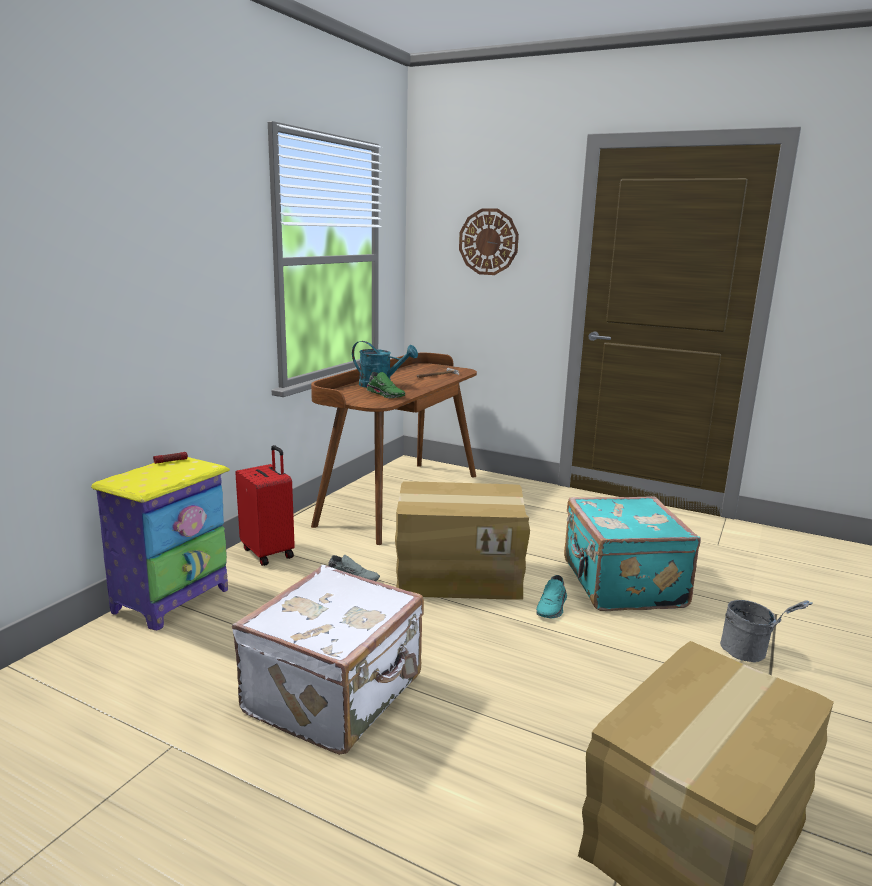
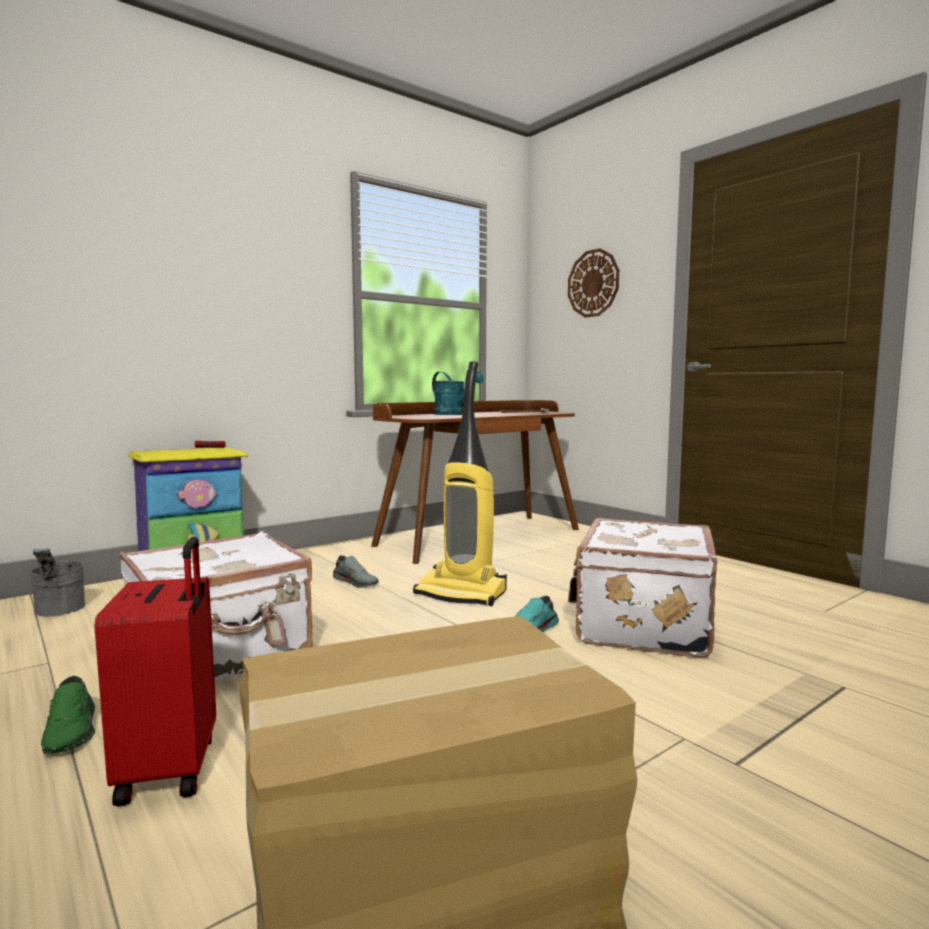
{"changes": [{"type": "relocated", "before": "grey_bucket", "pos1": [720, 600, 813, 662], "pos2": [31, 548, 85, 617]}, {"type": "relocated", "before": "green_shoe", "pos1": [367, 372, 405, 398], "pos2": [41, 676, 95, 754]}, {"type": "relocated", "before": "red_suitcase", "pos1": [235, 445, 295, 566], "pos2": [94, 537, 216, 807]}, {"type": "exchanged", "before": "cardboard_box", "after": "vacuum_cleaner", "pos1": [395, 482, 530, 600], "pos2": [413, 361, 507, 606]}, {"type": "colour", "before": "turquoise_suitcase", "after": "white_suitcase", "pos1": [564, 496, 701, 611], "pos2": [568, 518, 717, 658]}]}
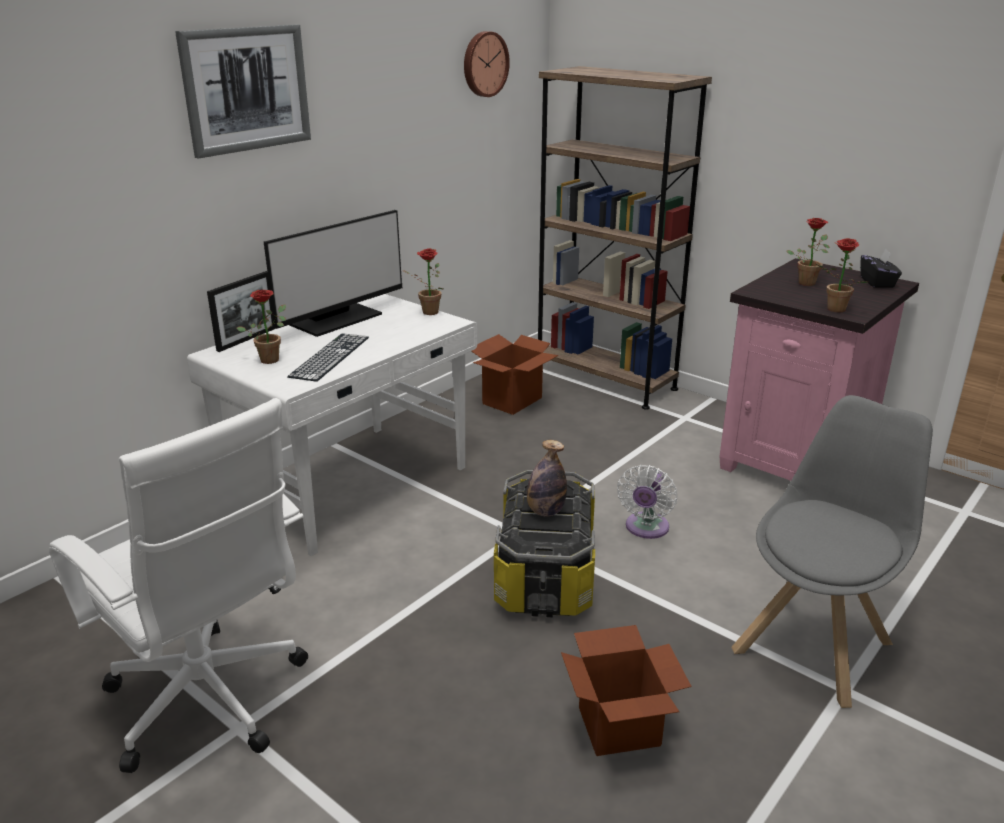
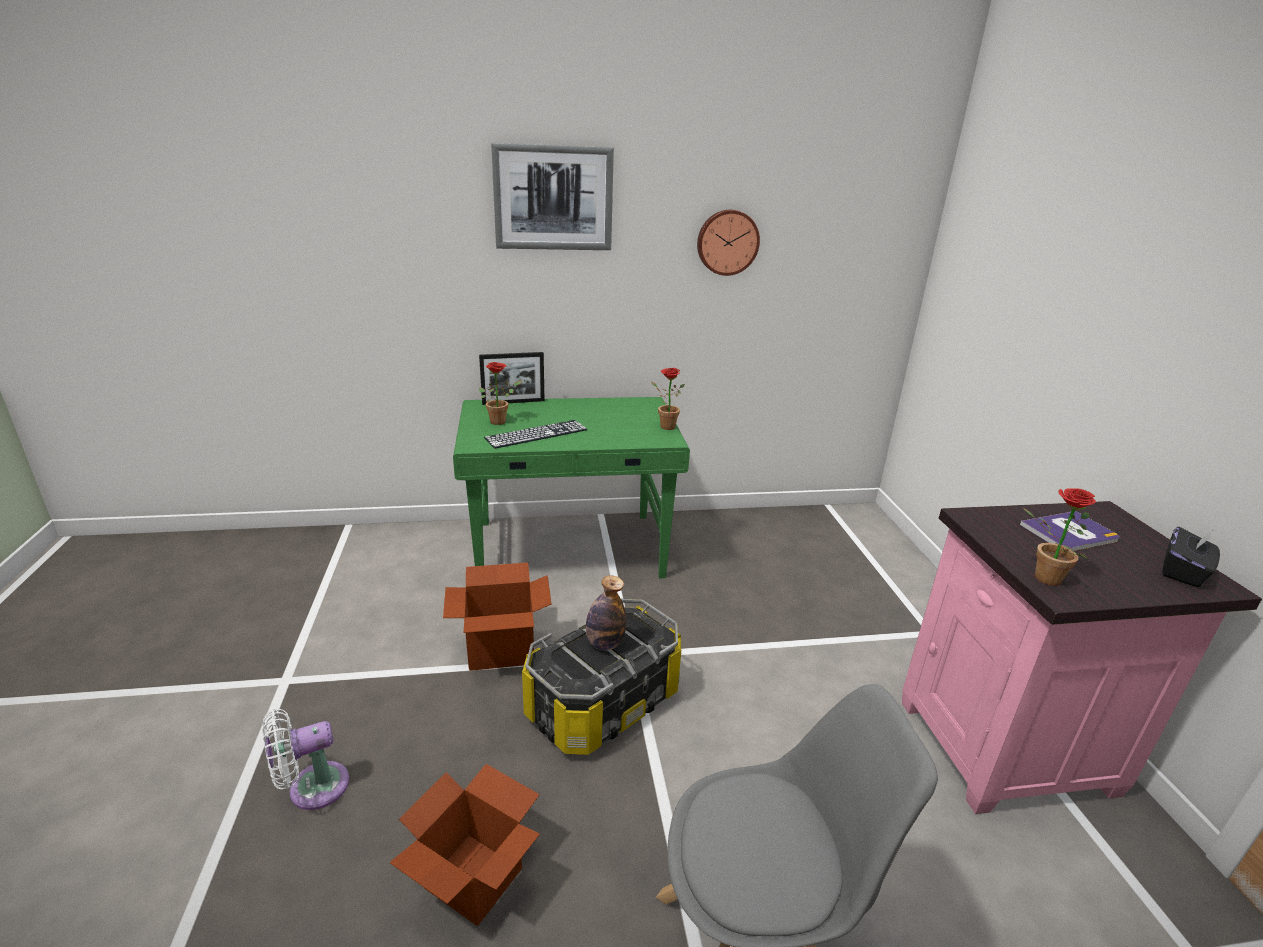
{"changes": [{"type": "relocated", "before": "white_fan", "pos1": [617, 465, 677, 539], "pos2": [263, 709, 349, 810]}, {"type": "relocated", "before": "cardboard_box", "pos1": [471, 334, 559, 415], "pos2": [443, 562, 552, 671]}, {"type": "colour", "before": "white_desk", "after": "green_desk", "pos1": [187, 294, 477, 556], "pos2": [453, 397, 690, 578]}, {"type": "relocated", "before": "wall_clock", "pos1": [464, 31, 510, 97], "pos2": [697, 210, 760, 276]}, {"type": "exchanged", "before": "potted_plant", "after": "book", "pos1": [787, 218, 830, 286], "pos2": [1020, 511, 1120, 551]}, {"type": "missing", "before": "white_office_chair", "pos1": [49, 398, 308, 773]}, {"type": "missing", "before": "monitor", "pos1": [264, 210, 402, 337]}, {"type": "missing", "before": "brown_bookcase", "pos1": [538, 66, 712, 410]}]}
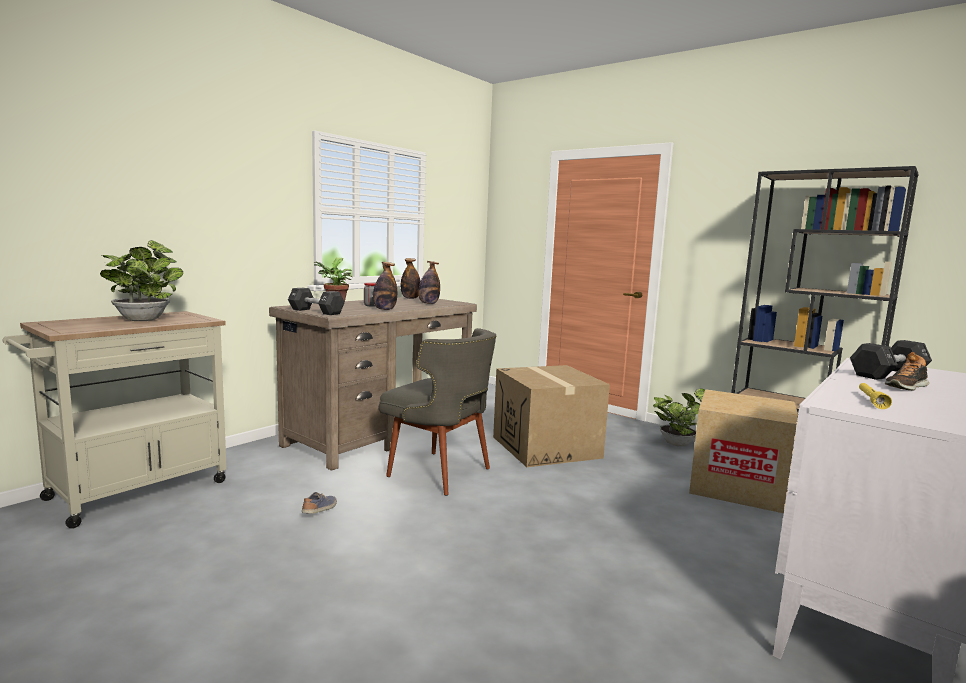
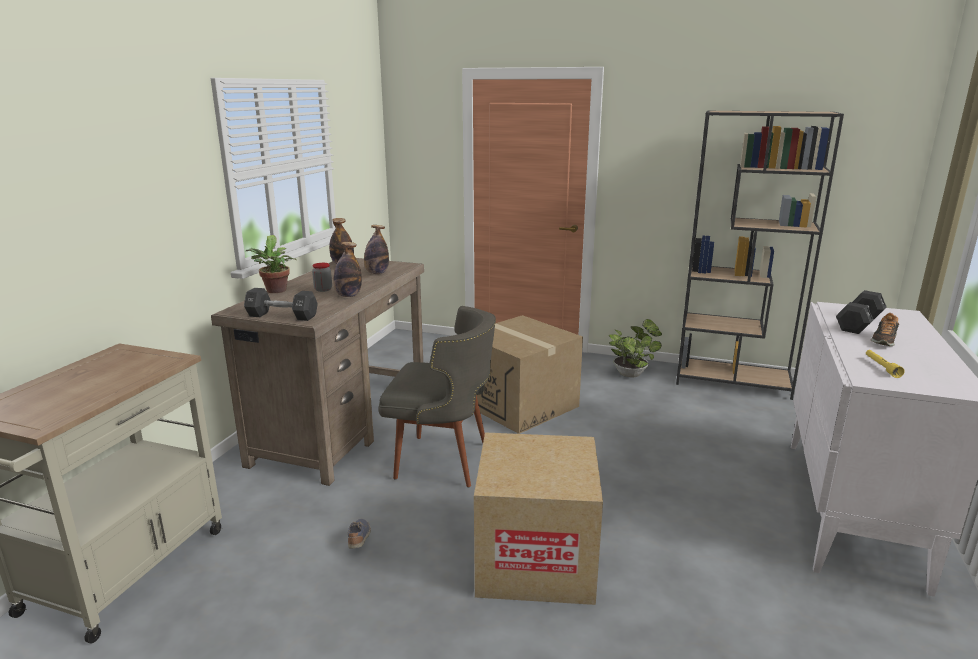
{"changes": [{"type": "relocated", "before": "cardboard_box", "pos1": [689, 389, 798, 513], "pos2": [474, 432, 603, 605]}, {"type": "missing", "before": "potted_plant", "pos1": [100, 240, 183, 321]}]}
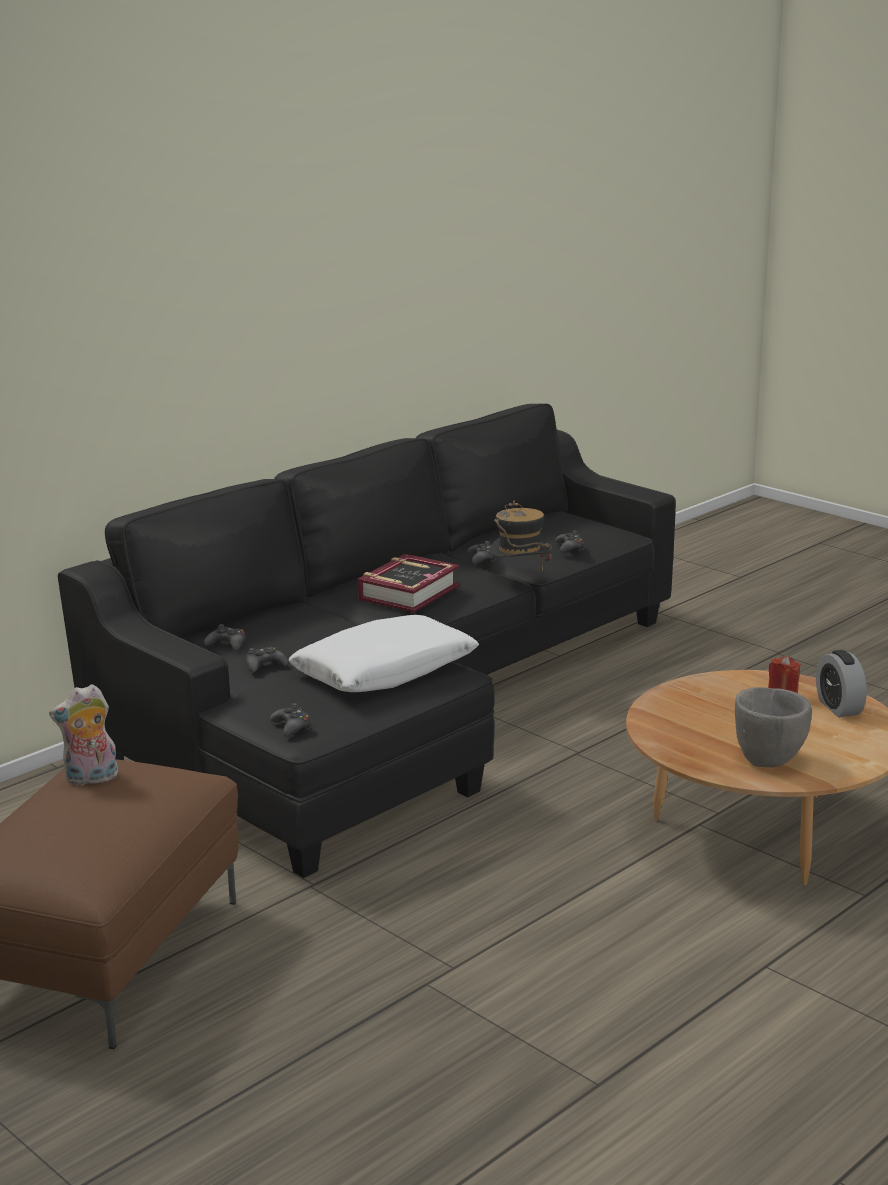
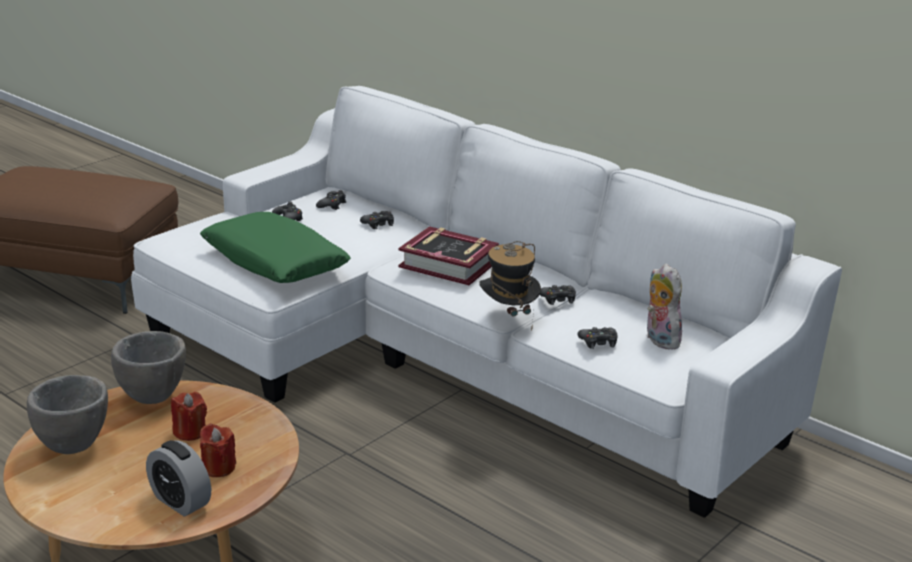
{"changes": [{"type": "appeared", "after": "grey_bowl", "pos2": [111, 331, 186, 404]}, {"type": "colour", "before": "black_sofa", "after": "white_sofa", "pos1": [58, 404, 676, 878], "pos2": [131, 86, 842, 518]}, {"type": "spun", "before": "alarm_clock", "pos1": [816, 650, 867, 717], "pos2": [146, 440, 211, 517], "turn": -120}, {"type": "appeared", "after": "red_candle", "pos2": [171, 392, 207, 441]}, {"type": "colour", "before": "white_pillow", "after": "green_pillow", "pos1": [288, 615, 479, 692], "pos2": [200, 212, 351, 283]}, {"type": "relocated", "before": "black_game_controller", "pos1": [270, 703, 312, 736], "pos2": [360, 211, 394, 229]}, {"type": "relocated", "before": "plush_toy", "pos1": [49, 684, 118, 786], "pos2": [646, 263, 685, 350]}]}
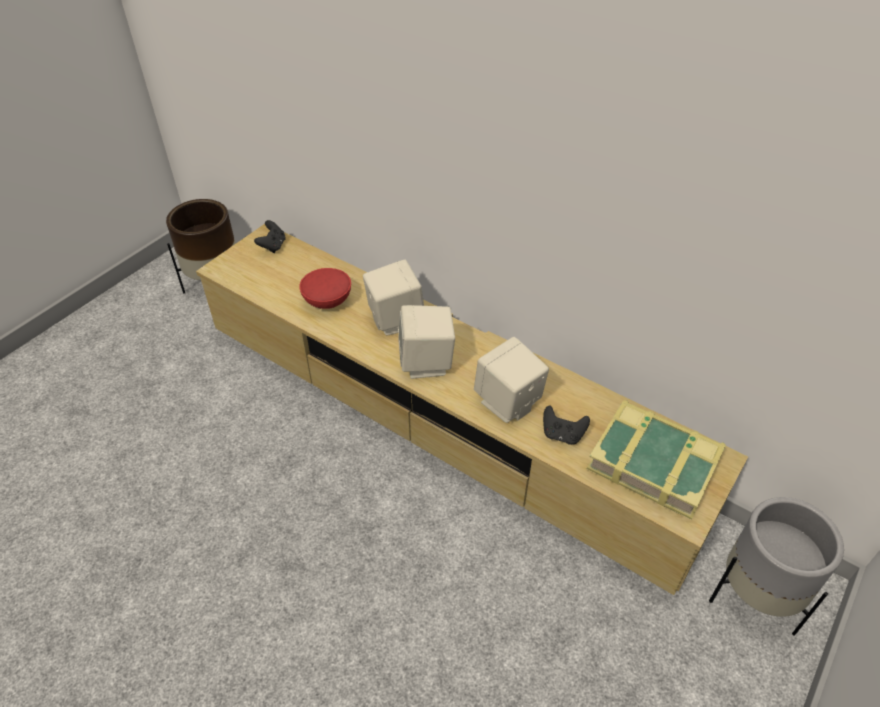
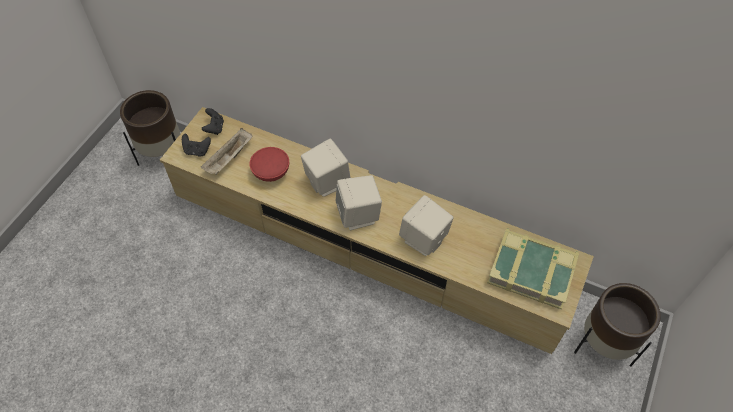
{"changes": [{"type": "relocated", "before": "black_game_controller", "pos1": [543, 405, 590, 445], "pos2": [182, 134, 211, 157]}, {"type": "appeared", "after": "beige_tray", "pos2": [201, 128, 252, 175]}, {"type": "colour", "before": "grey_planter", "after": "brown_planter", "pos1": [709, 497, 844, 636], "pos2": [574, 283, 661, 367]}]}
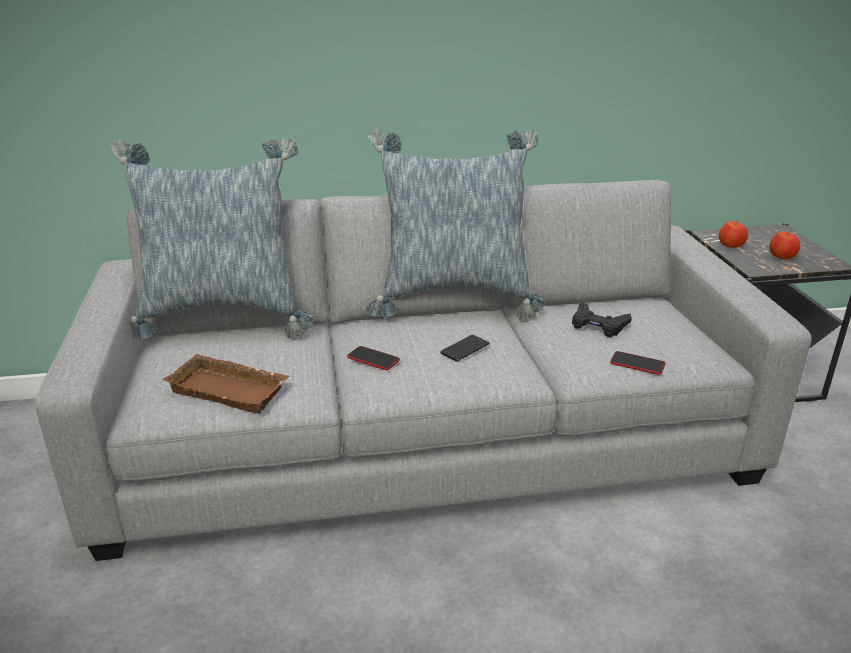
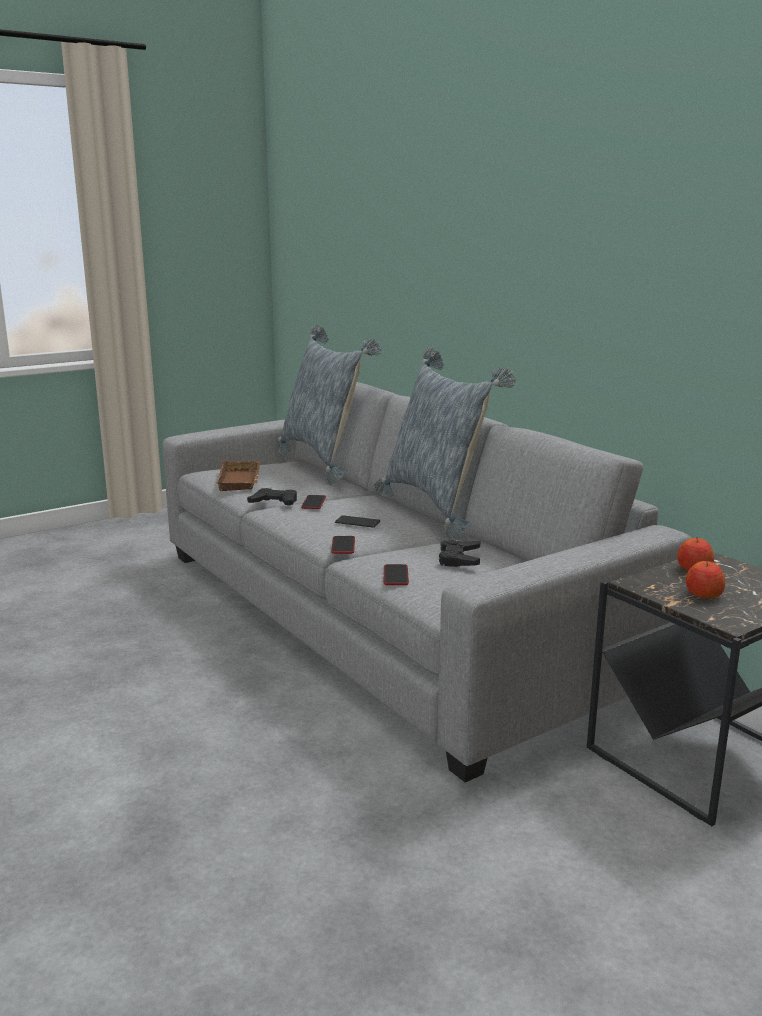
{"changes": [{"type": "appeared", "after": "black_game_controller", "pos2": [247, 488, 297, 505]}, {"type": "appeared", "after": "phone", "pos2": [331, 536, 355, 554]}]}
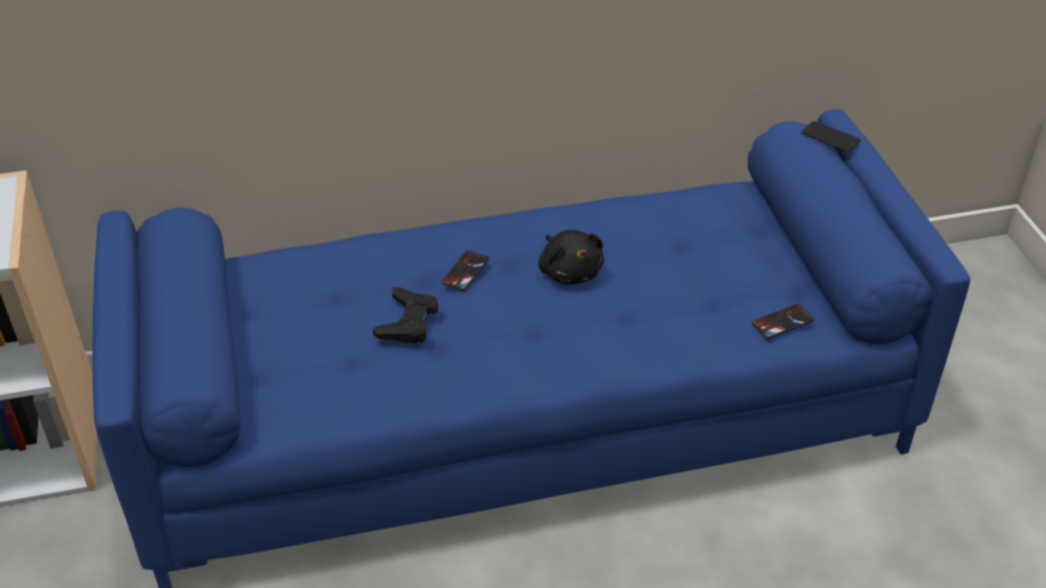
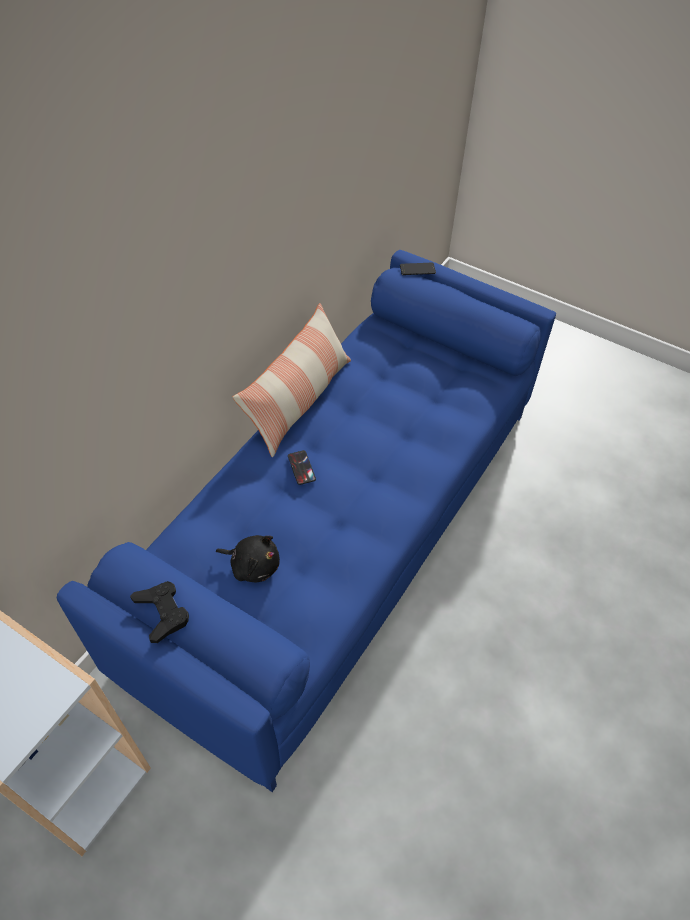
{"changes": [{"type": "relocated", "before": "black_game_controller", "pos1": [373, 287, 438, 344], "pos2": [130, 581, 189, 643]}, {"type": "relocated", "before": "black_plush_toy", "pos1": [538, 230, 604, 285], "pos2": [216, 535, 280, 582]}, {"type": "appeared", "after": "pillow", "pos2": [232, 303, 351, 457]}, {"type": "missing", "before": "phone", "pos1": [752, 304, 814, 339]}]}
